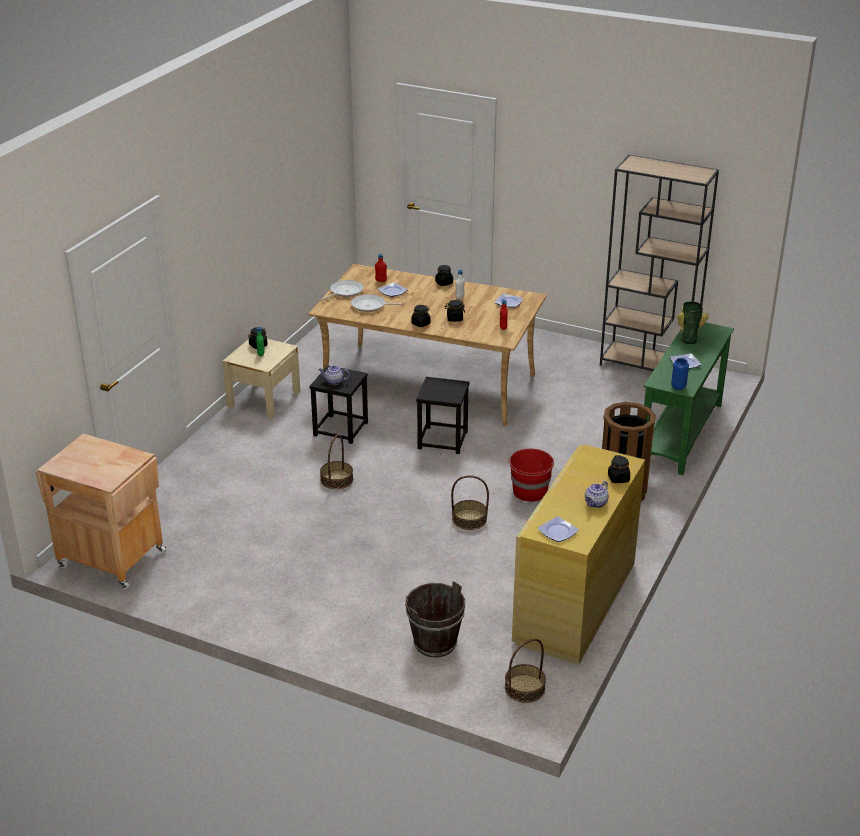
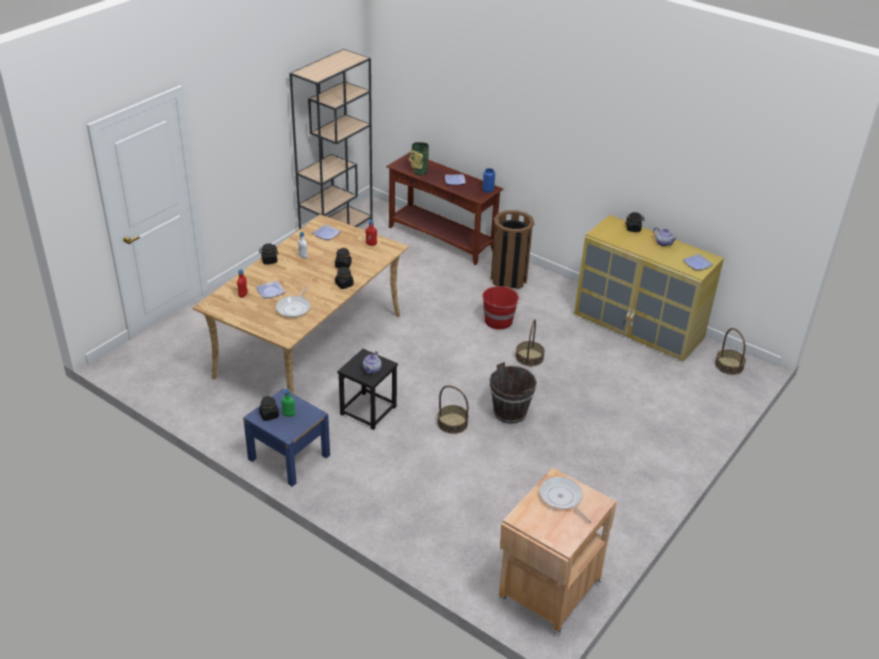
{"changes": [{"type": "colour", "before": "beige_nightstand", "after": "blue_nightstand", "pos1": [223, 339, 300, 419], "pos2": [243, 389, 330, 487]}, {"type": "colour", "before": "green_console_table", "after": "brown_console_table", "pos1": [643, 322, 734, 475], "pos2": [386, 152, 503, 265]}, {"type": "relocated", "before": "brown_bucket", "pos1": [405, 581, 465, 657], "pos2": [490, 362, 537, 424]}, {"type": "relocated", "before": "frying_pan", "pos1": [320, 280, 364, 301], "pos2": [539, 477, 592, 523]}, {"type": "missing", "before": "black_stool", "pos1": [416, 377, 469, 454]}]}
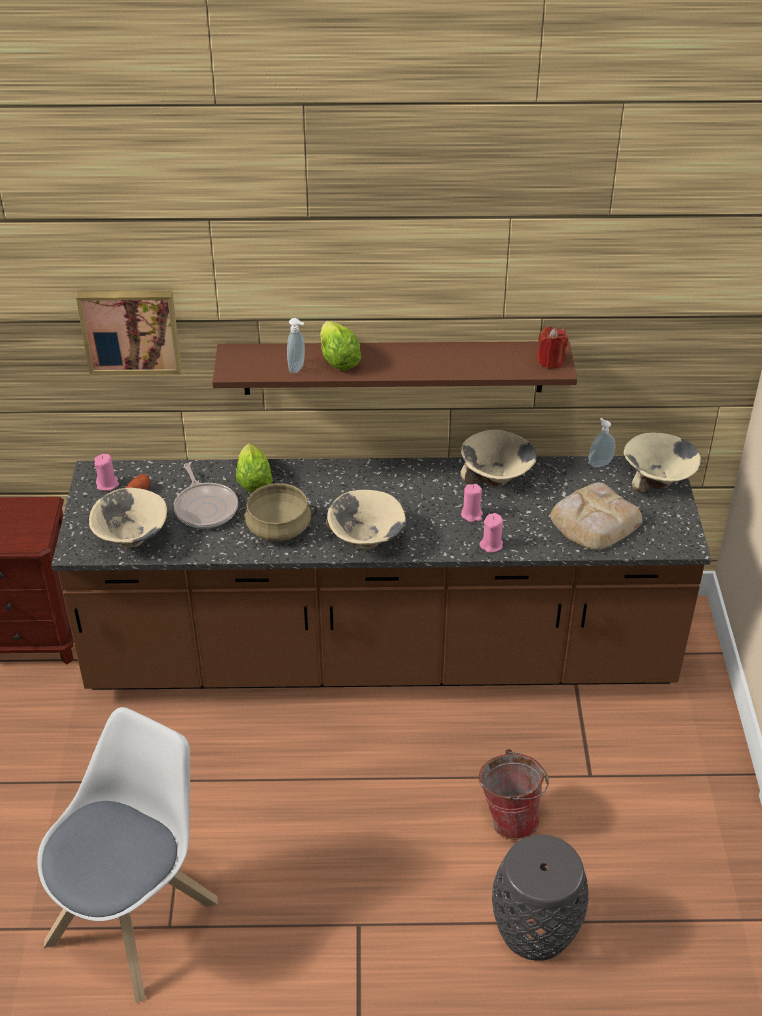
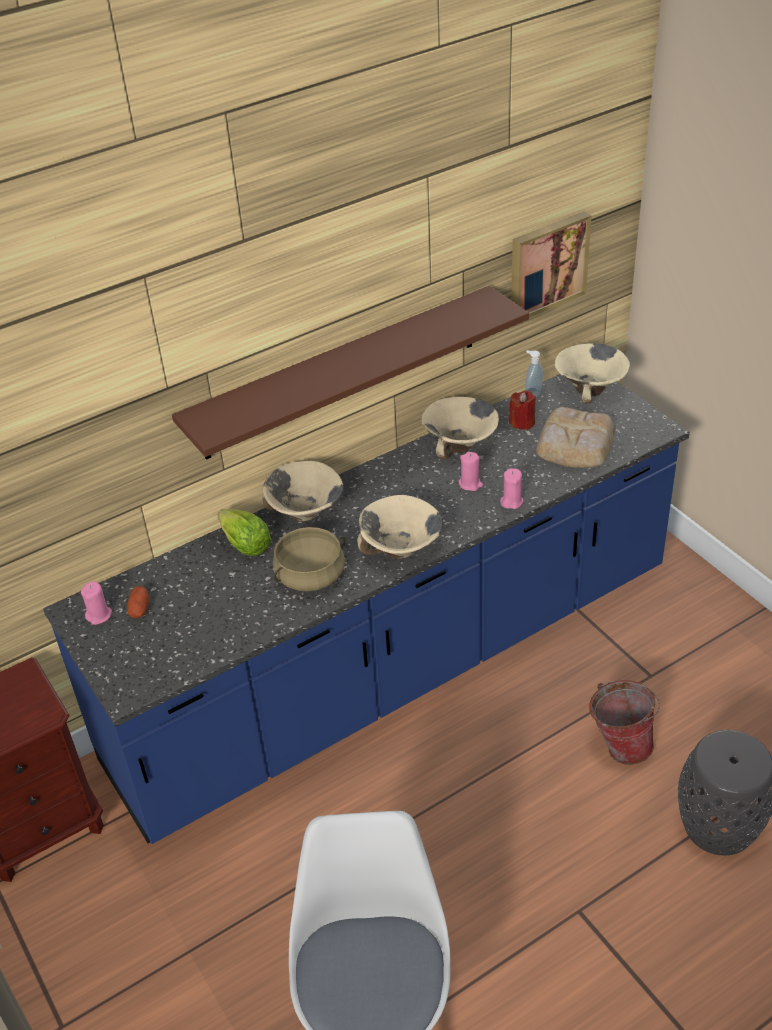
{"changes": [{"type": "colour", "before": "brown_counter", "after": "blue_counter", "pos1": [51, 456, 711, 690], "pos2": [43, 374, 690, 844]}, {"type": "relocated", "before": "beige_bowl", "pos1": [89, 488, 167, 548], "pos2": [262, 461, 344, 521]}, {"type": "relocated", "before": "red_candle", "pos1": [537, 326, 568, 369], "pos2": [509, 391, 536, 430]}, {"type": "relocated", "before": "picture", "pos1": [76, 291, 182, 375], "pos2": [511, 211, 592, 318]}, {"type": "missing", "before": "frying_pan", "pos1": [174, 463, 238, 529]}, {"type": "missing", "before": "soap_dispenser", "pos1": [287, 318, 305, 374]}, {"type": "missing", "before": "lettuce", "pos1": [320, 321, 361, 370]}]}
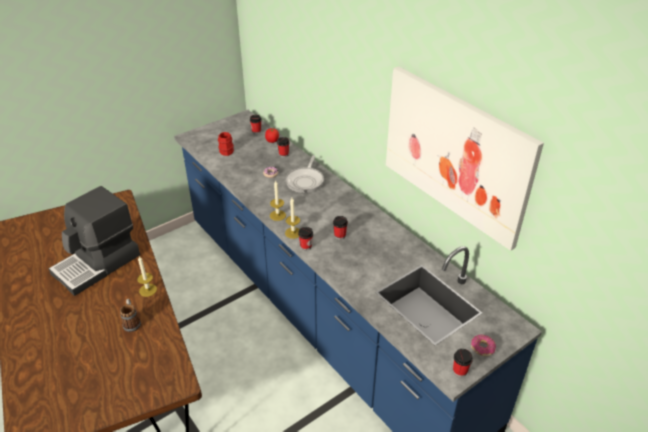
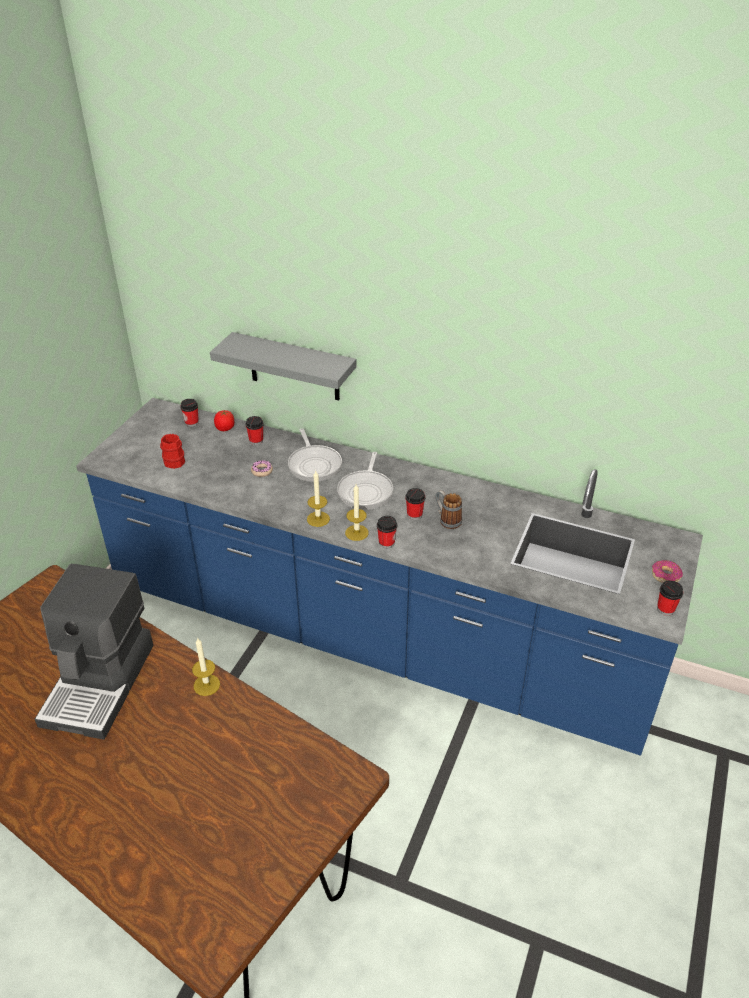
{"changes": [{"type": "appeared", "after": "grey_shelf", "pos2": [210, 332, 357, 400]}, {"type": "appeared", "after": "frying_pan", "pos2": [337, 452, 393, 510]}, {"type": "relocated", "before": "mug", "pos1": [120, 299, 141, 332], "pos2": [436, 490, 462, 529]}, {"type": "missing", "before": "picture", "pos1": [386, 66, 544, 251]}]}
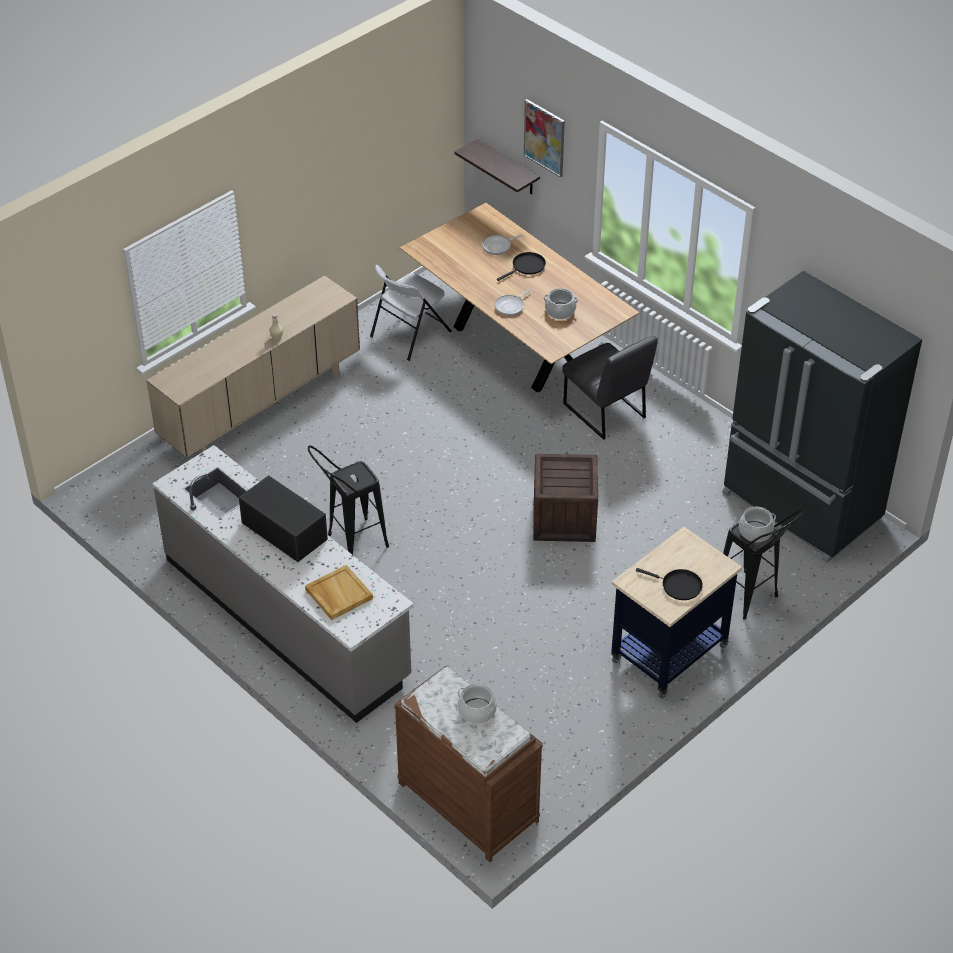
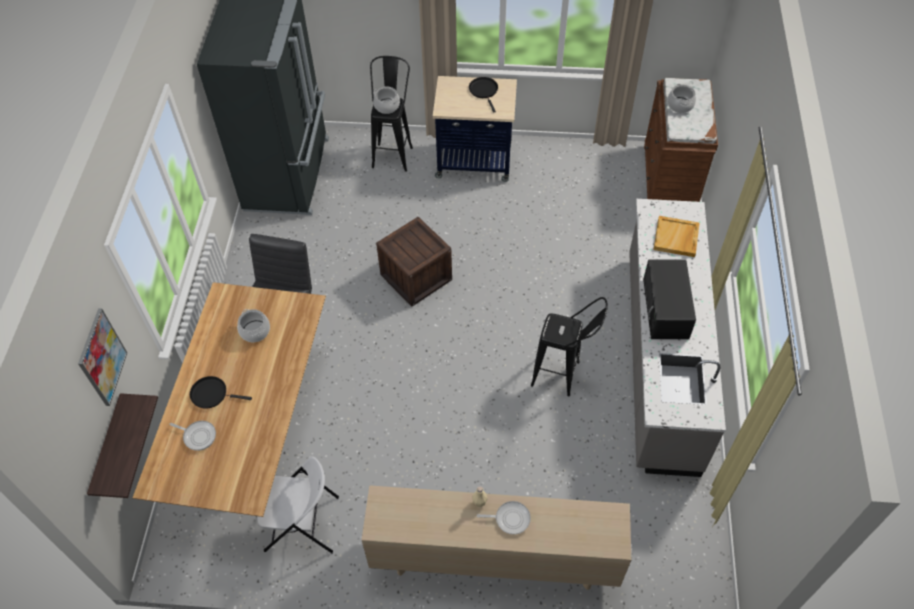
{"changes": [{"type": "relocated", "before": "frying_pan", "pos1": [495, 289, 531, 316], "pos2": [477, 501, 531, 535]}]}
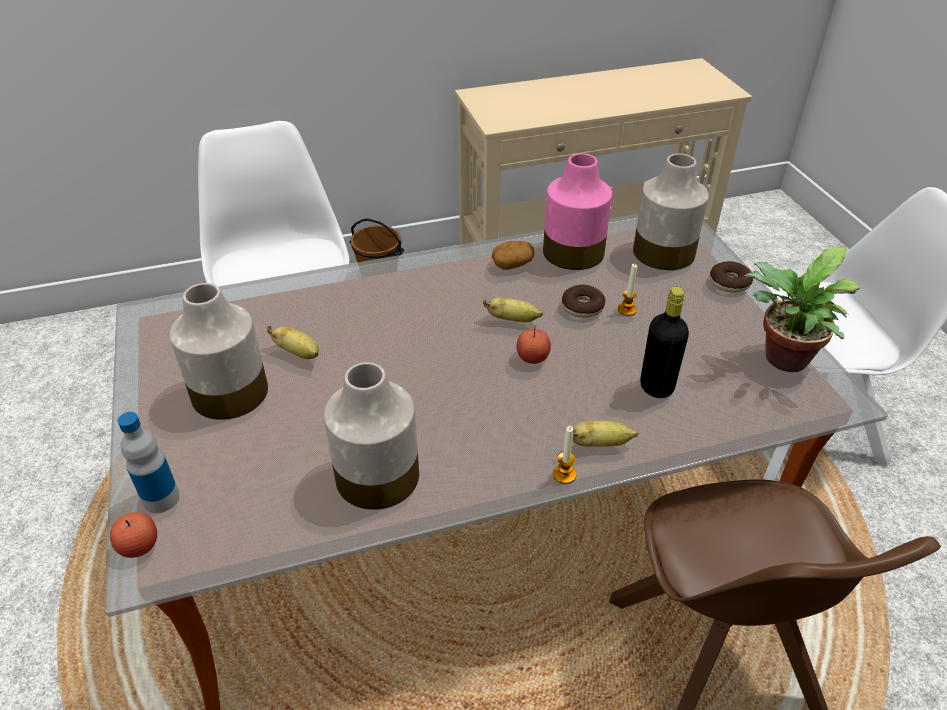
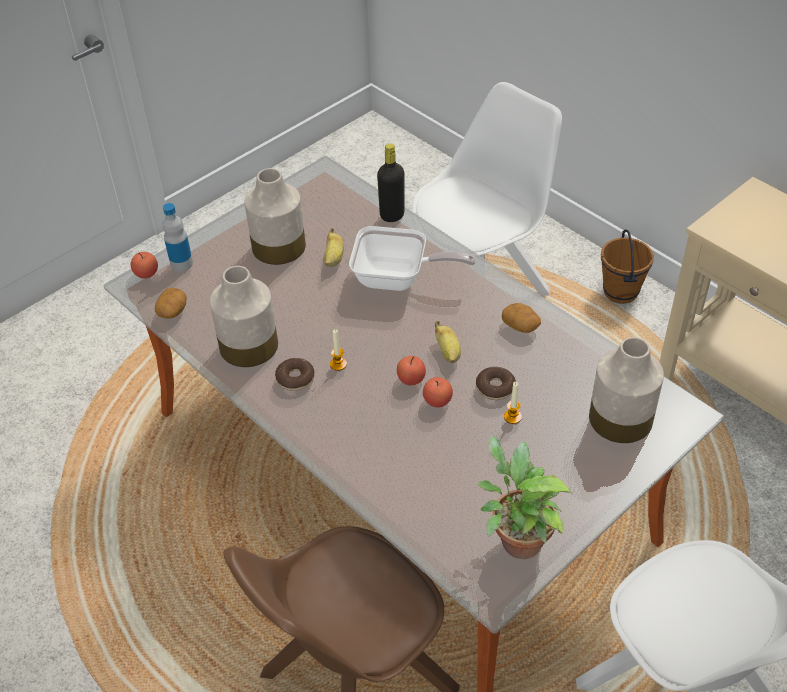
{"changes": [{"type": "appeared", "after": "potato", "pos2": [155, 288, 187, 319]}, {"type": "relocated", "before": "donut", "pos1": [710, 261, 753, 293], "pos2": [275, 358, 315, 391]}, {"type": "relocated", "before": "candle", "pos1": [553, 426, 577, 484], "pos2": [330, 329, 347, 371]}, {"type": "appeared", "after": "frying_pan", "pos2": [349, 226, 476, 291]}, {"type": "relocated", "before": "black_bottle", "pos1": [640, 287, 689, 398], "pos2": [377, 143, 405, 222]}, {"type": "appeared", "after": "apple", "pos2": [423, 377, 453, 407]}, {"type": "missing", "before": "pink_vase", "pos1": [543, 153, 612, 270]}, {"type": "missing", "before": "banana", "pos1": [572, 421, 638, 447]}]}
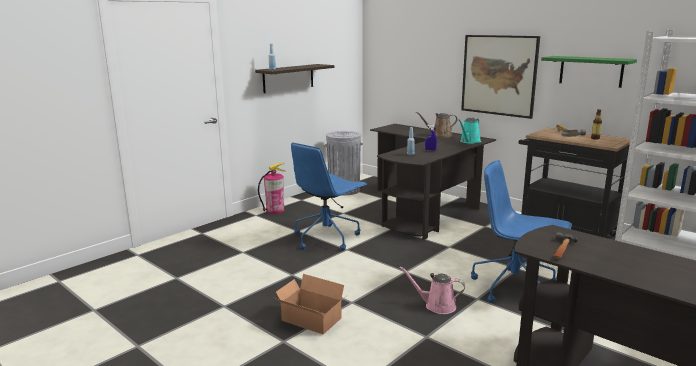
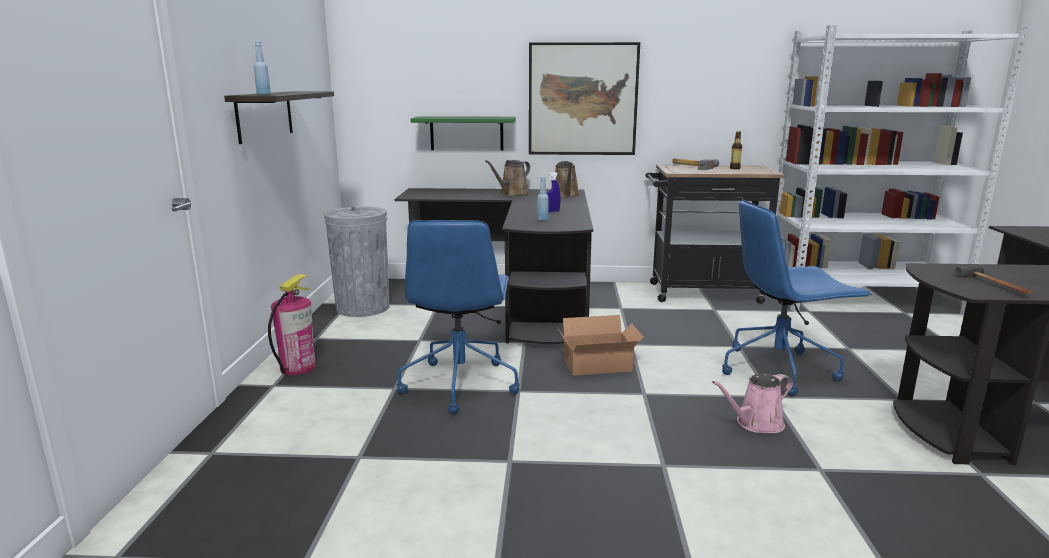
{"changes": [{"type": "relocated", "before": "green_shelf", "pos1": [541, 56, 637, 88], "pos2": [411, 116, 516, 151]}, {"type": "colour", "before": "turquoise_watering_can", "after": "brown_watering_can", "pos1": [458, 118, 481, 144], "pos2": [555, 161, 580, 198]}, {"type": "relocated", "before": "cardboard_box", "pos1": [274, 274, 348, 334], "pos2": [557, 315, 644, 376]}]}
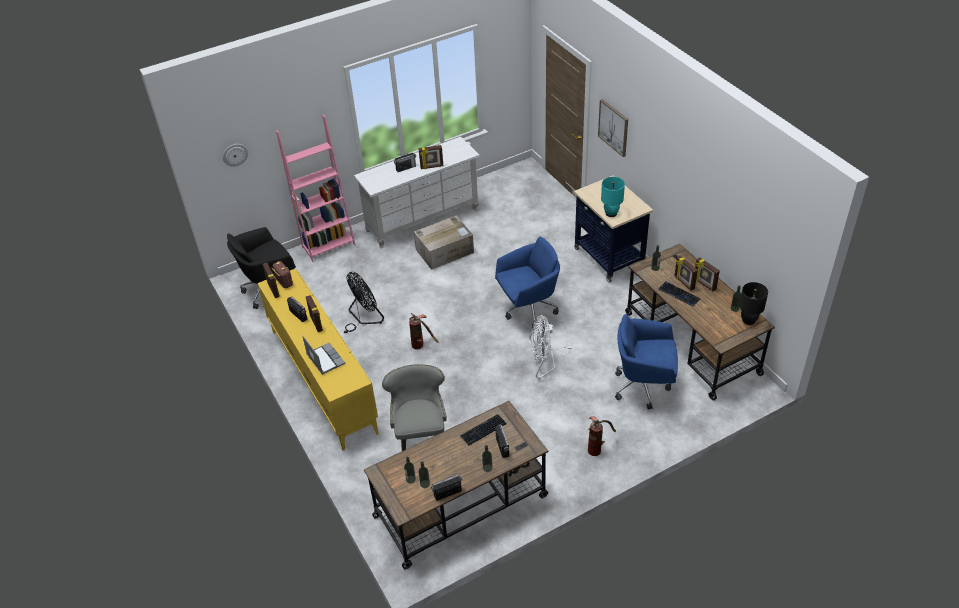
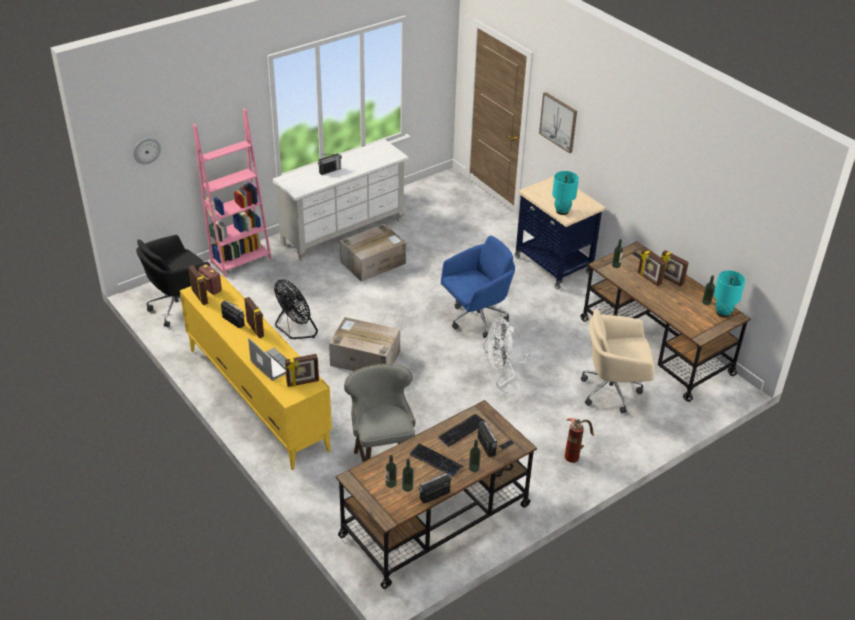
{"changes": [{"type": "relocated", "before": "picture_frame", "pos1": [418, 145, 443, 169], "pos2": [285, 354, 319, 387]}, {"type": "exchanged", "before": "fire_extinguisher", "after": "cardboard_box", "pos1": [409, 313, 438, 349], "pos2": [329, 317, 400, 371]}, {"type": "relocated", "before": "keyboard", "pos1": [658, 281, 701, 307], "pos2": [409, 443, 463, 477]}, {"type": "colour", "before": "blue_office_chair", "after": "beige_office_chair", "pos1": [615, 314, 678, 409], "pos2": [581, 309, 654, 413]}, {"type": "colour", "before": "black_table_lamp", "after": "turquoise_table_lamp", "pos1": [739, 282, 768, 325], "pos2": [714, 270, 745, 318]}]}
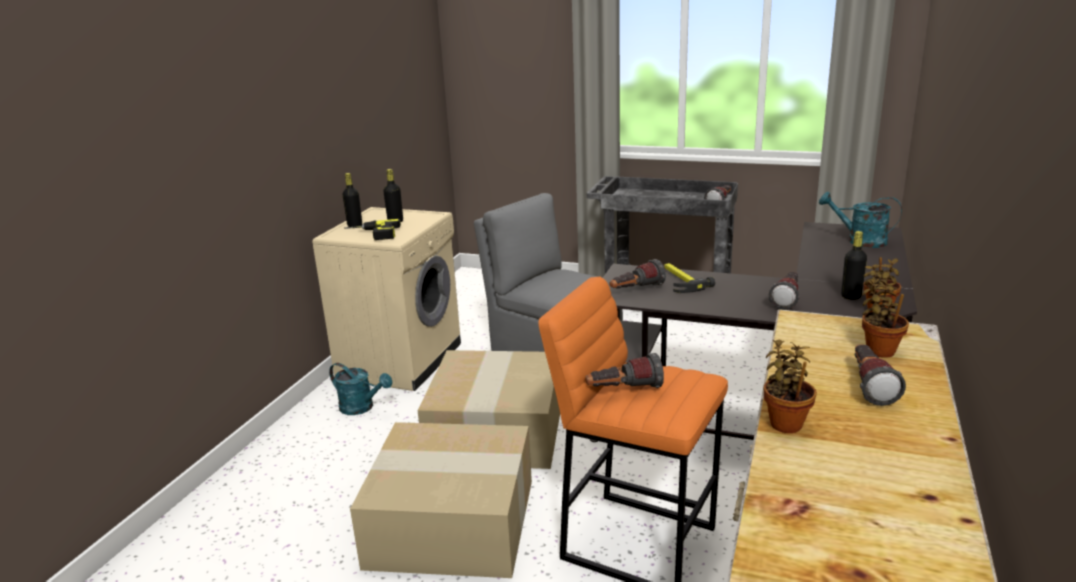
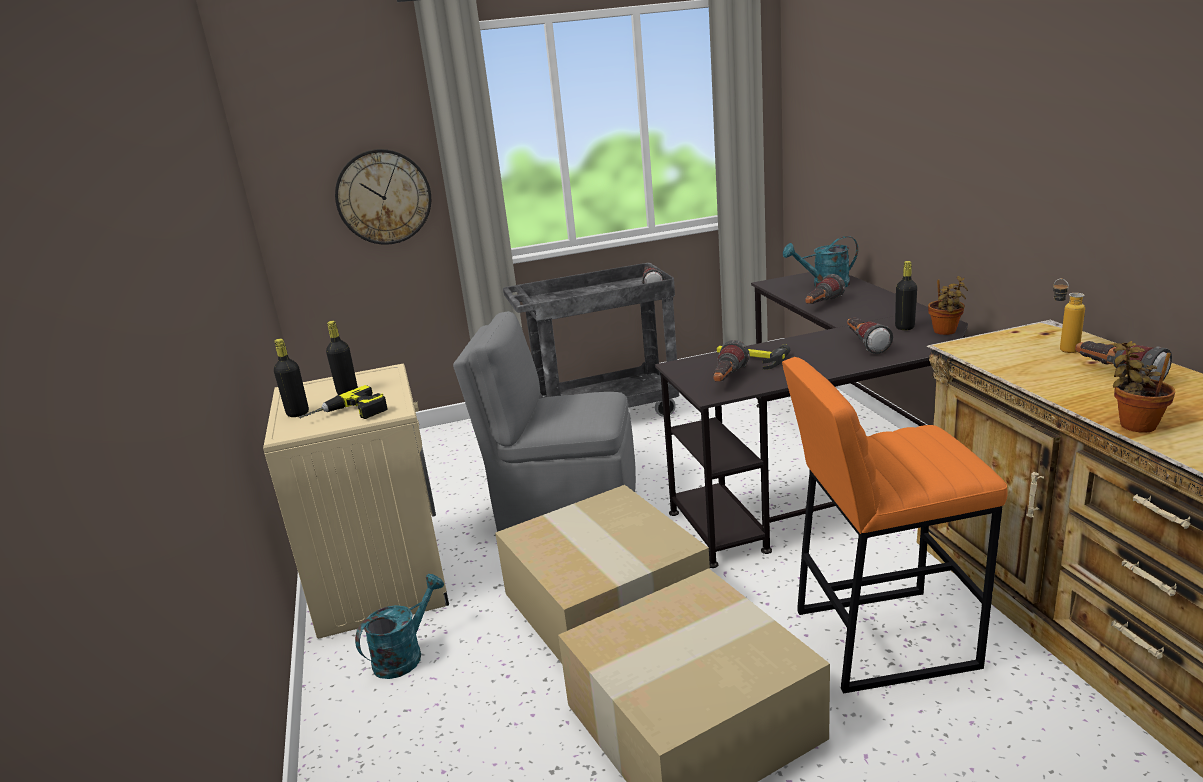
{"changes": [{"type": "appeared", "after": "wall_clock", "pos2": [335, 149, 431, 245]}, {"type": "spun", "before": "turquoise_watering_can", "pos1": [329, 363, 393, 415], "pos2": [355, 574, 444, 679], "turn": -45}, {"type": "relocated", "before": "flashlight", "pos1": [585, 353, 664, 388], "pos2": [805, 274, 845, 304]}, {"type": "exchanged", "before": "potted_plant", "after": "bottle", "pos1": [862, 279, 909, 358], "pos2": [1053, 279, 1085, 353]}]}
